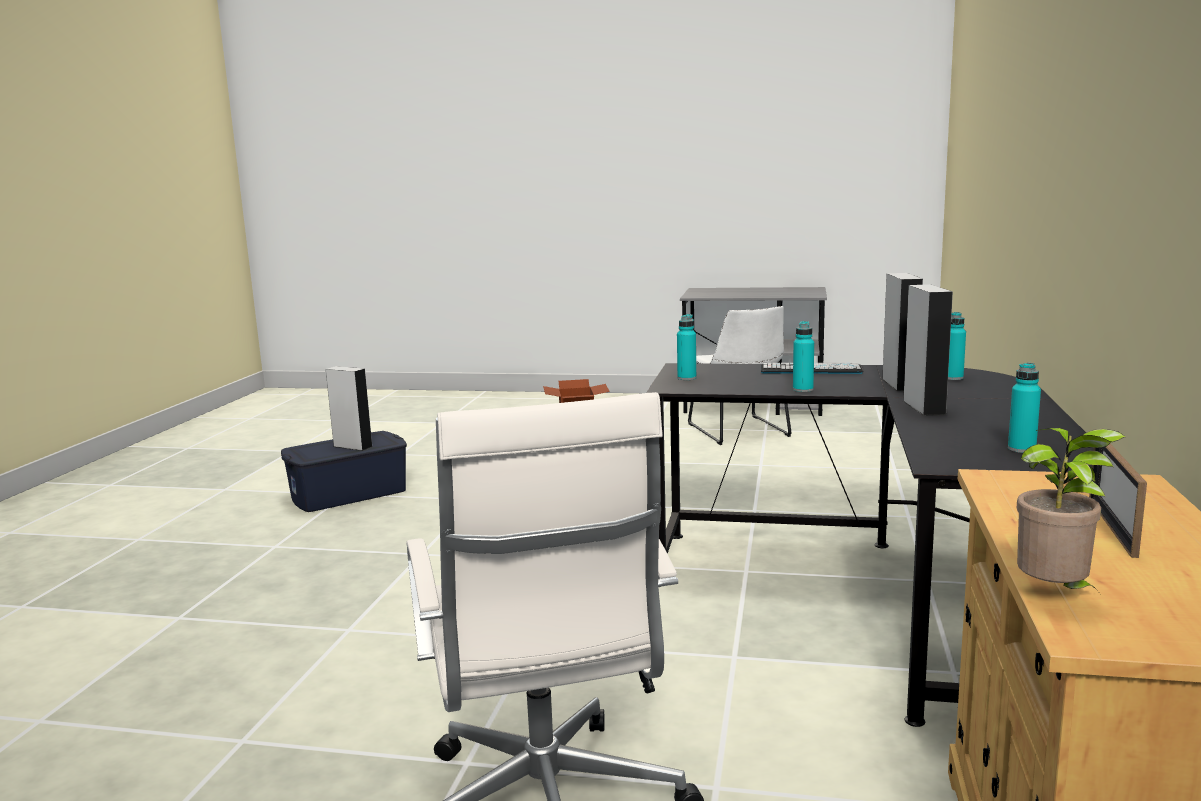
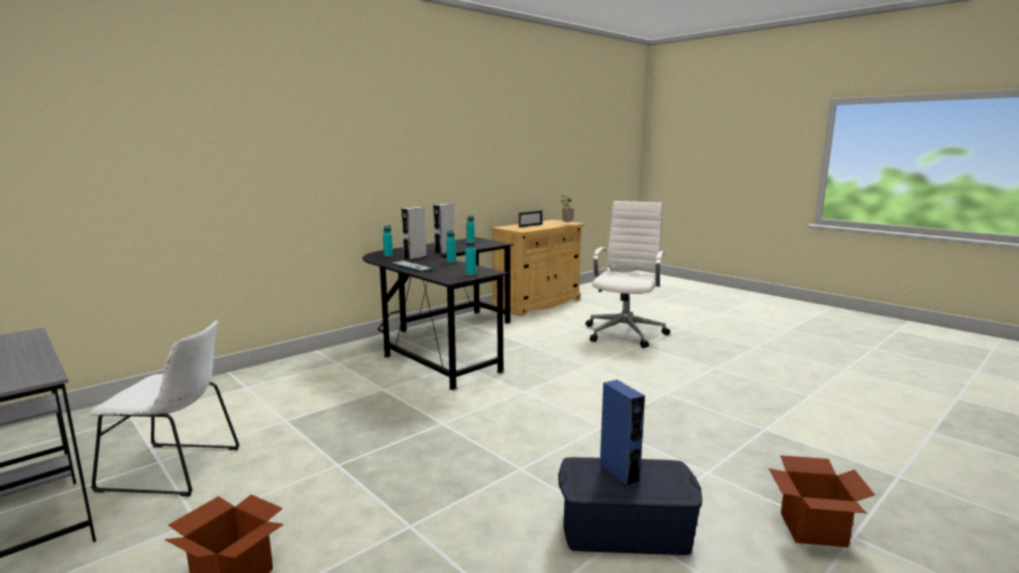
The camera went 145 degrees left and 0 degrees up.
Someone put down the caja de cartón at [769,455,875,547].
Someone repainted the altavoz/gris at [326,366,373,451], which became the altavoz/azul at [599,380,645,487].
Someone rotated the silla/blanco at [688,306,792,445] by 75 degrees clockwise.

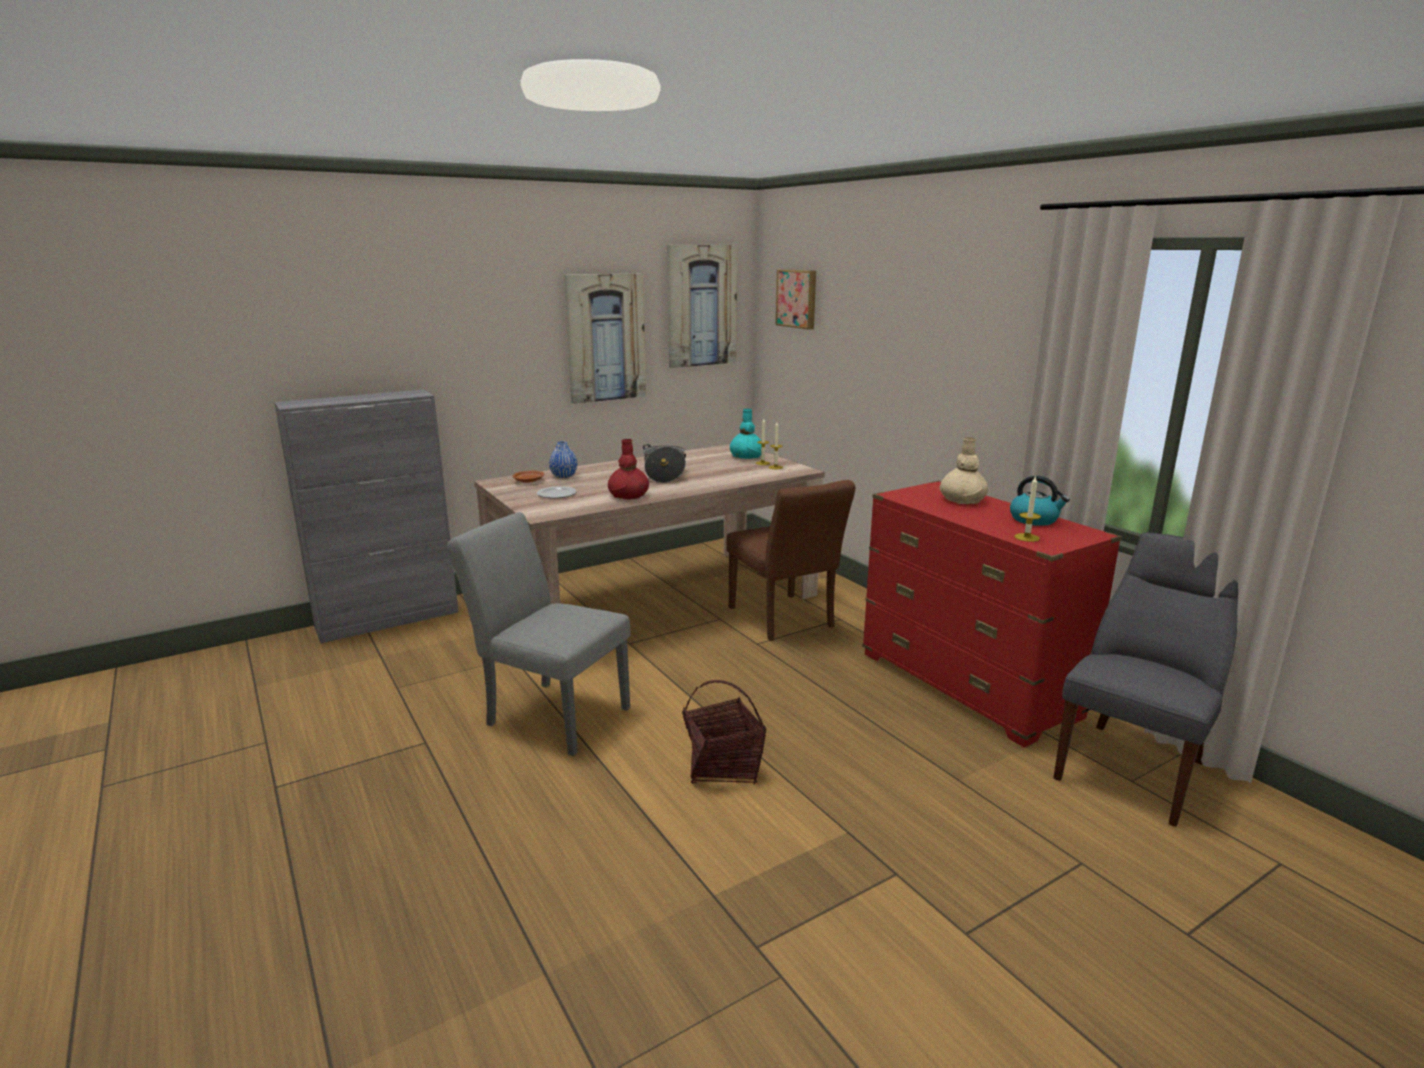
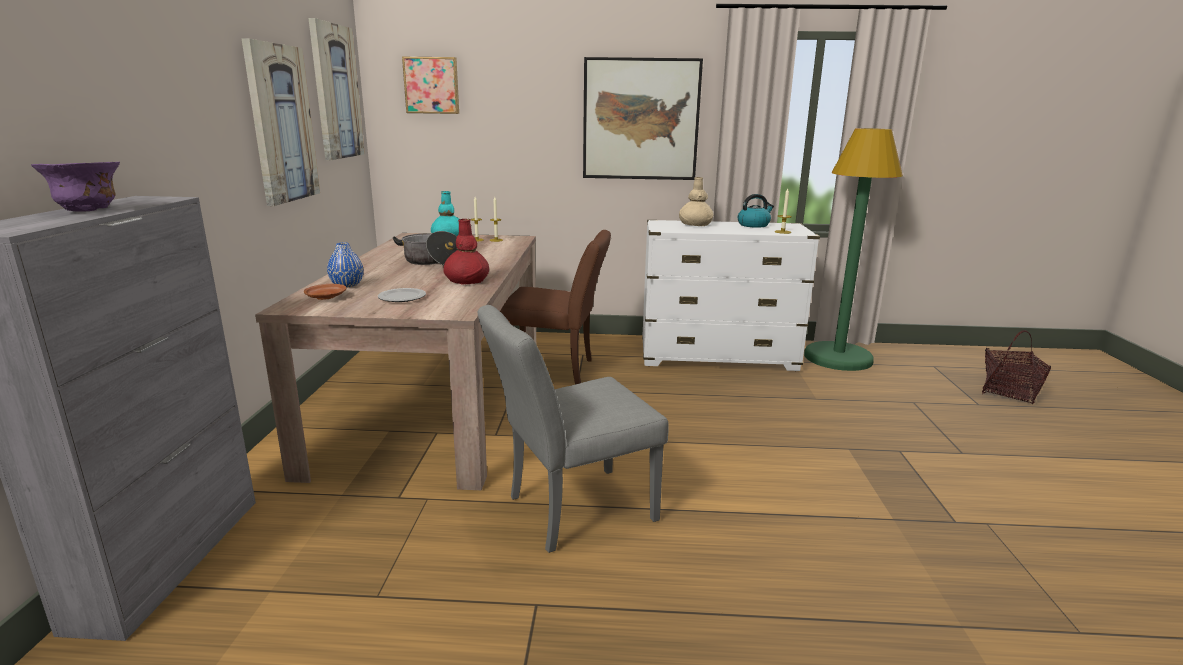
The camera went 55 degrees left and 0 degrees up.
Someone put down the cuenco/morado at [31,162,120,212].
Someone put up the cuadro at [583,57,703,180].
Someone carried the cesta from [682,680,767,785] to [982,330,1051,404].
Someone swapped the silla/gris at [1053,532,1238,827] for the lámpara de pie/verde at [804,128,903,371].
Someone repainted the cómoda/rojo at [862,481,1122,747], which became the cómoda/blanco at [642,220,820,371].

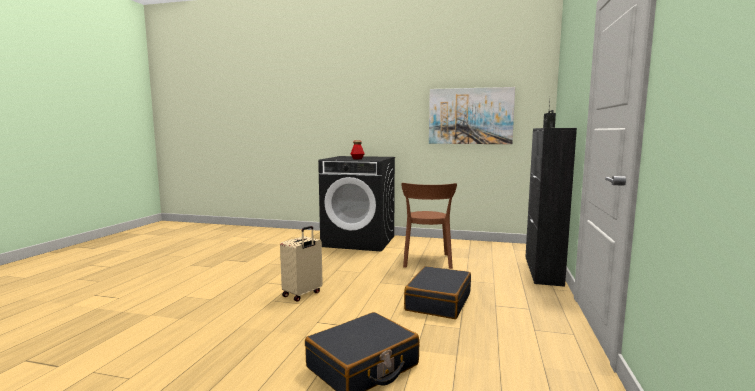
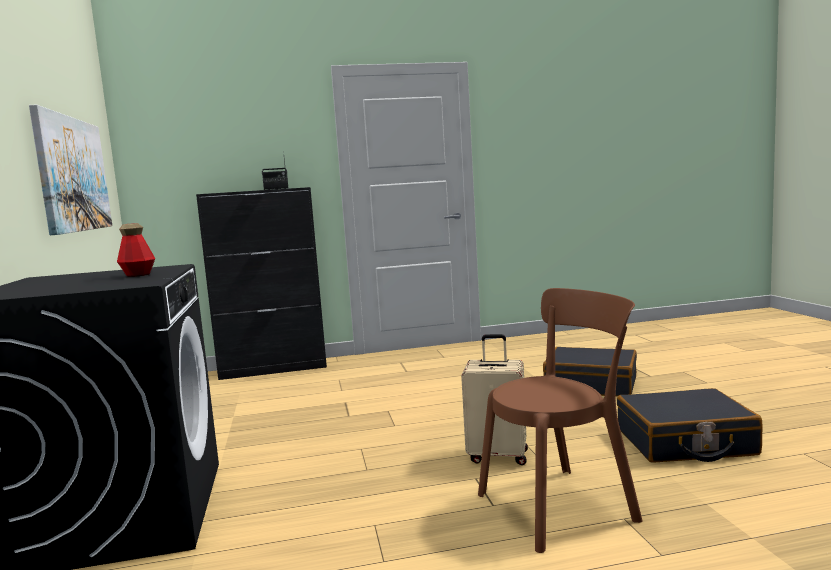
The camera went 115 degrees left and 0 degrees up.
Someone carried the silla/marrón from [401,183,457,269] to [478,288,642,553].
Someone carried the maleta/negro from [404,266,471,319] to [617,388,762,463].

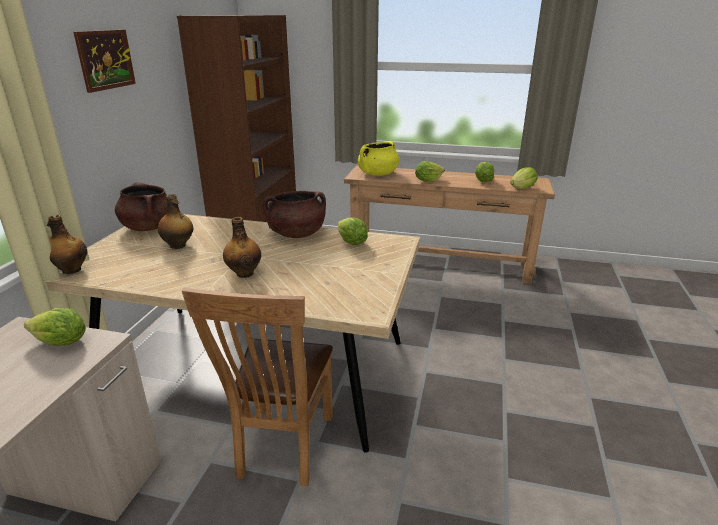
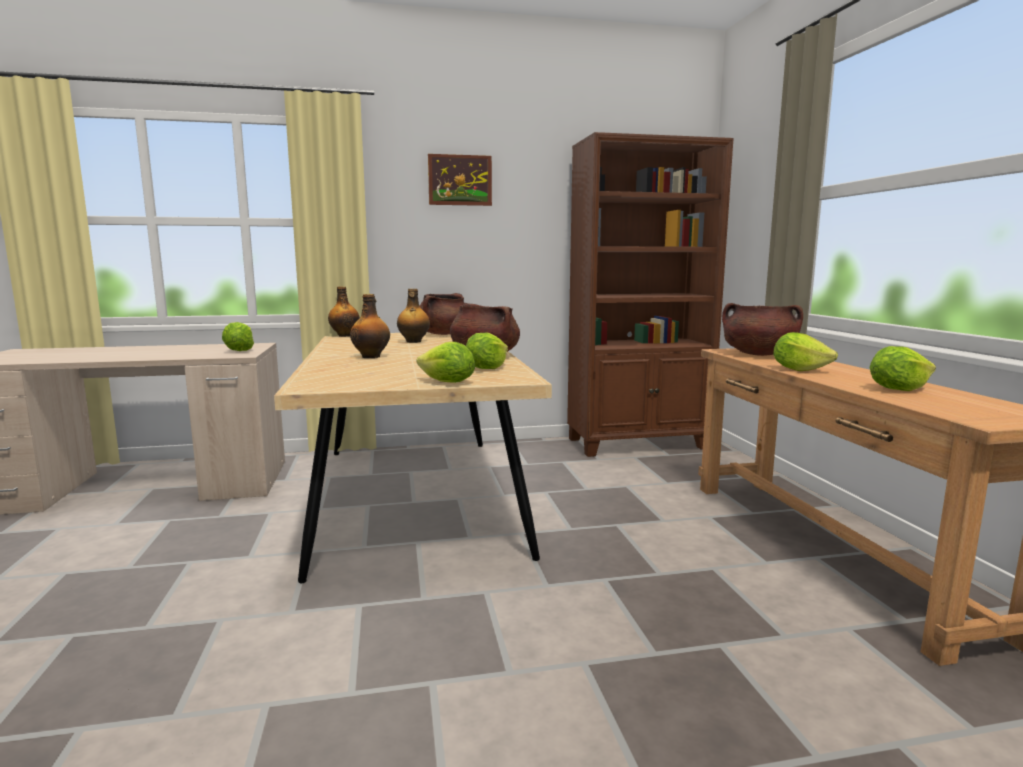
The camera went 65 degrees right and 15 degrees down.
Someone took away the silla/marrón at [182,288,333,487].
Someone carried the lechuga from [510,167,537,189] to [416,342,475,383].
Someone repainted the olla/amarillo at [358,141,399,176], which became the olla/marrón at [722,303,803,356].

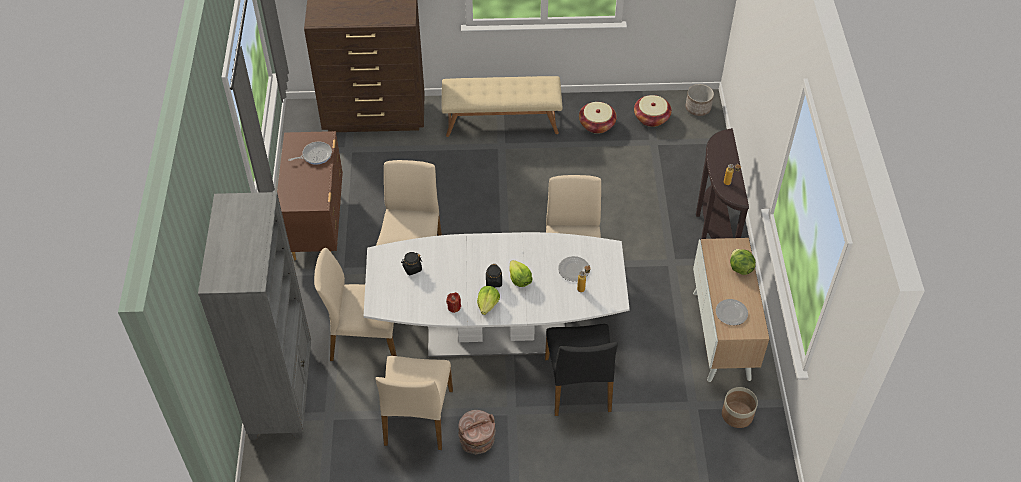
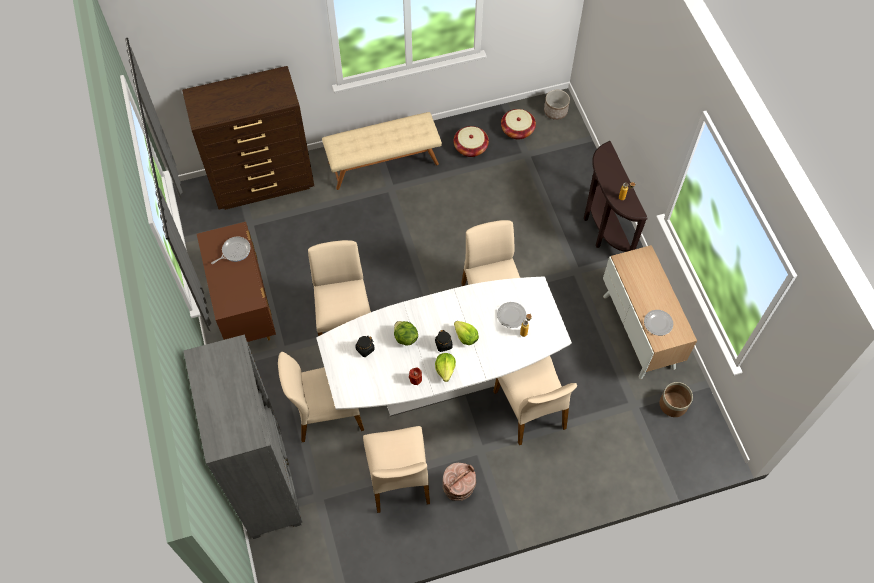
The camera went 15 degrees left and 10 degrees up.
Someone carried the lechuga from [730,249,756,275] to [394,321,418,346].
Someone repainted the silla/negro at [545,324,618,416], which became the silla/beis at [493,356,577,445].

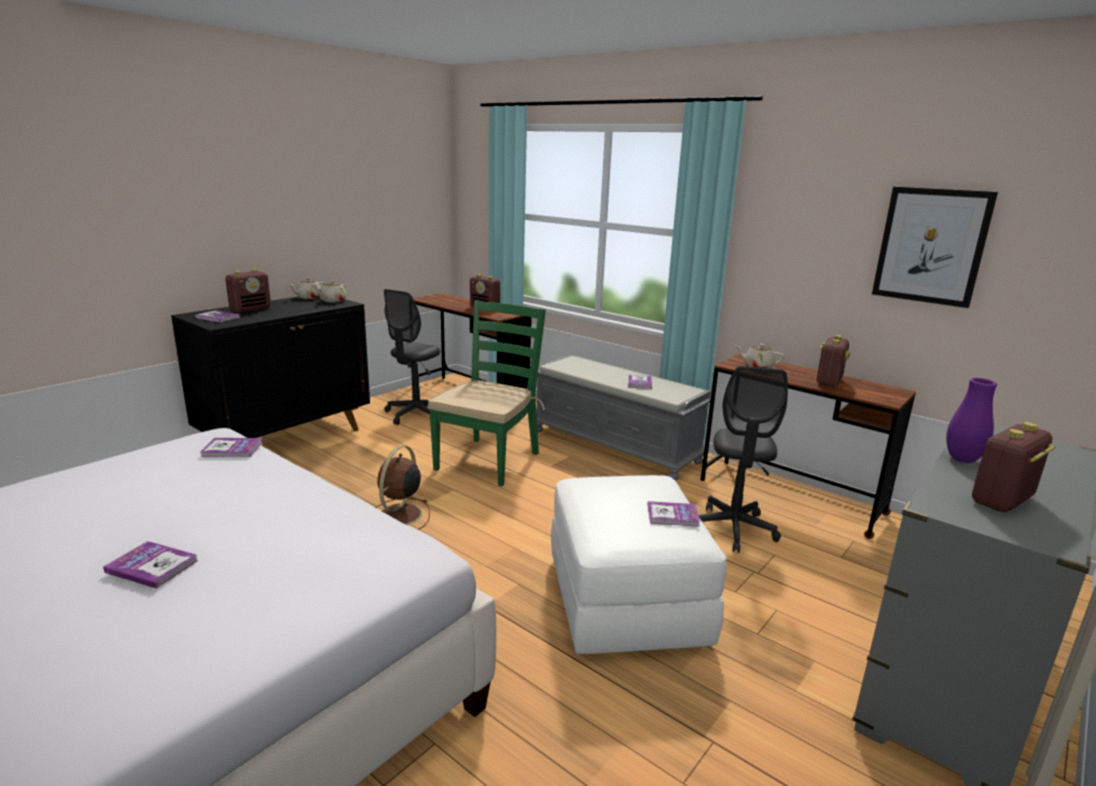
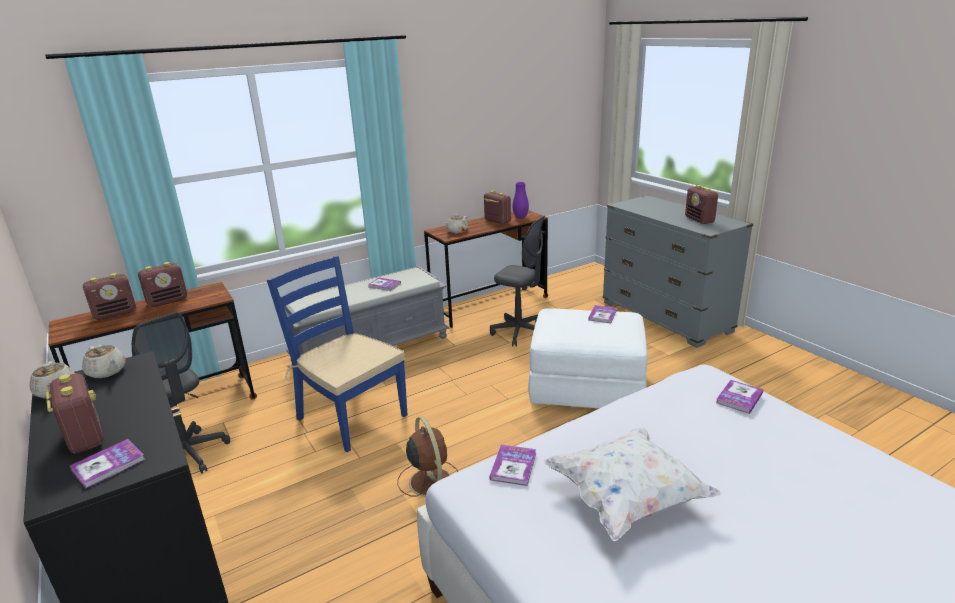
The camera went 70 degrees left and 5 degrees up.
Someone took away the cuadro at [872,187,998,308].
Someone put down the radio at [83,273,136,320].
Someone put down the cojín/blanco at [543,428,722,541].
Someone carried the libro from [103,541,198,589] to [716,380,764,414].
Someone carried the florero/morado from [946,378,997,463] to [513,182,529,219].
Someone repainted the silla/verde at [428,300,546,487], which became the silla/azul at [267,256,407,452].
Someone rotated the ventilador/marrón at [375,446,430,530] by 150 degrees counterclockwise.

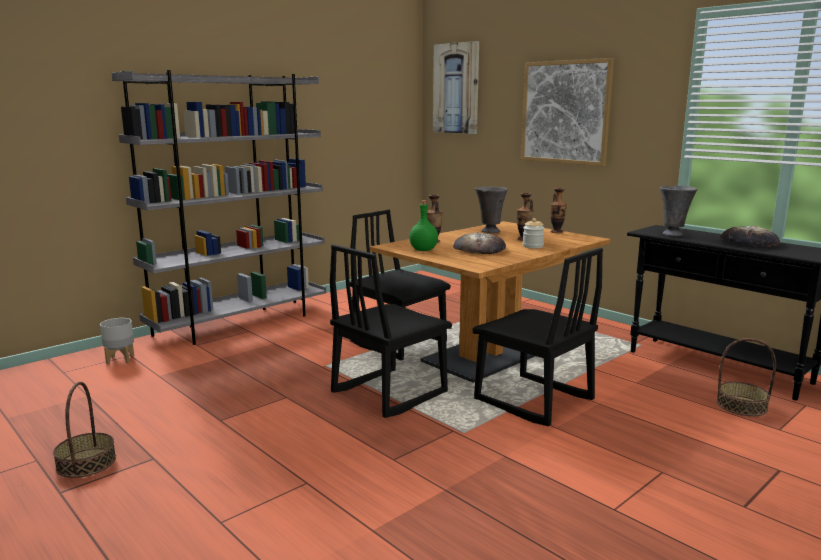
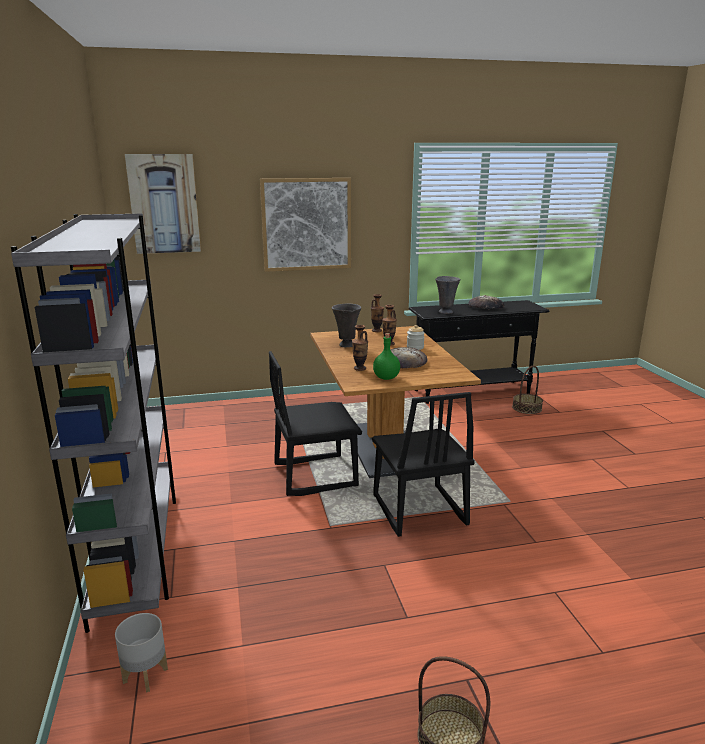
The camera went 60 degrees left and 5 degrees up.
Someone took away the silla/negro at [472,248,603,426].

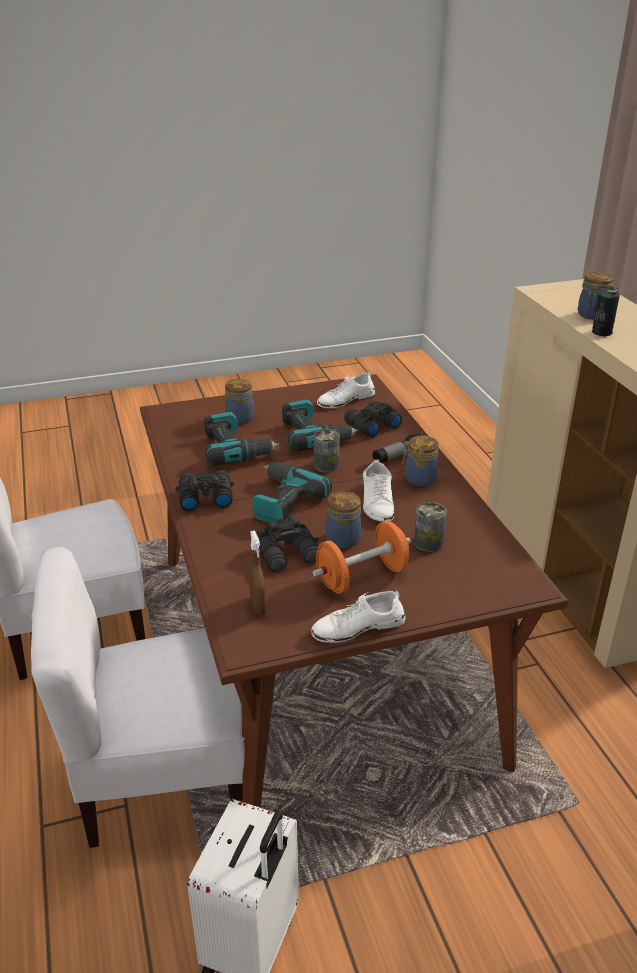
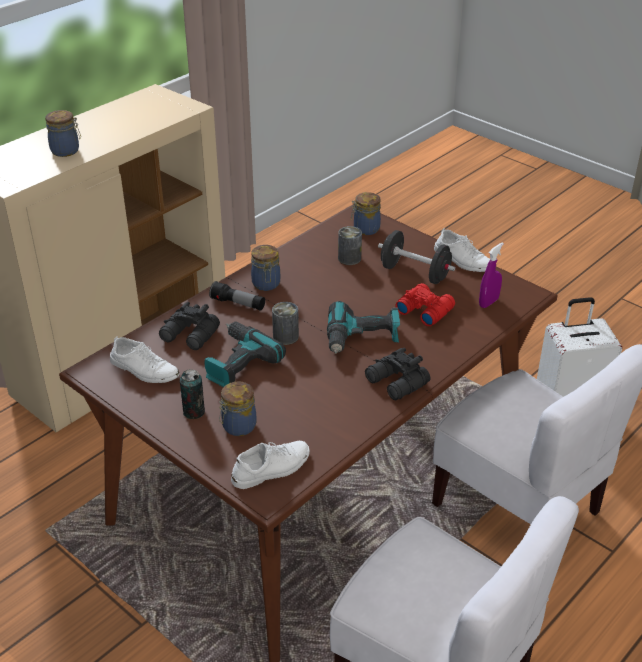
The camera went 120 degrees left and 5 degrees up.
Someone took away the taladro at [204,412,280,466].
Someone carried the tarro from [326,492,362,548] to [351,192,381,235].
Someone carried the zapato/blanco from [363,460,395,522] to [231,441,310,489].
Someone carried the lata from [592,287,620,337] to [180,369,205,419].
Someone repainted the pulverizador/marrón at [249,531,267,615], which became the pulverizador/morado at [479,242,504,308].
Someone repainted the prismáticos/negro at [256,513,319,572], which became the prismáticos/rojo at [395,283,455,326].
Someone repainted the mancuerna/naranja at [313,521,411,594], which became the mancuerna/negro at [378,230,455,284].

